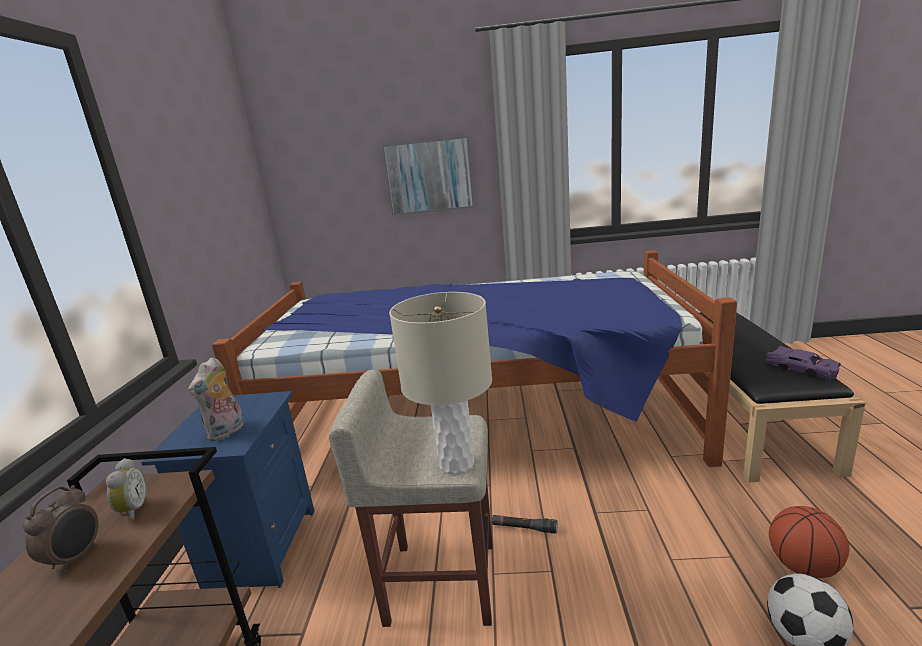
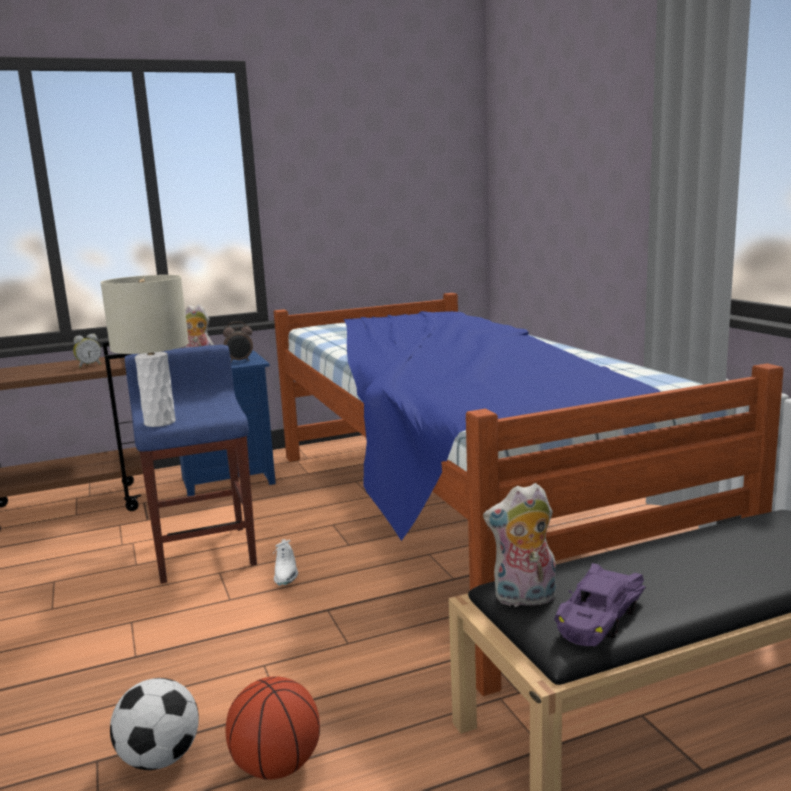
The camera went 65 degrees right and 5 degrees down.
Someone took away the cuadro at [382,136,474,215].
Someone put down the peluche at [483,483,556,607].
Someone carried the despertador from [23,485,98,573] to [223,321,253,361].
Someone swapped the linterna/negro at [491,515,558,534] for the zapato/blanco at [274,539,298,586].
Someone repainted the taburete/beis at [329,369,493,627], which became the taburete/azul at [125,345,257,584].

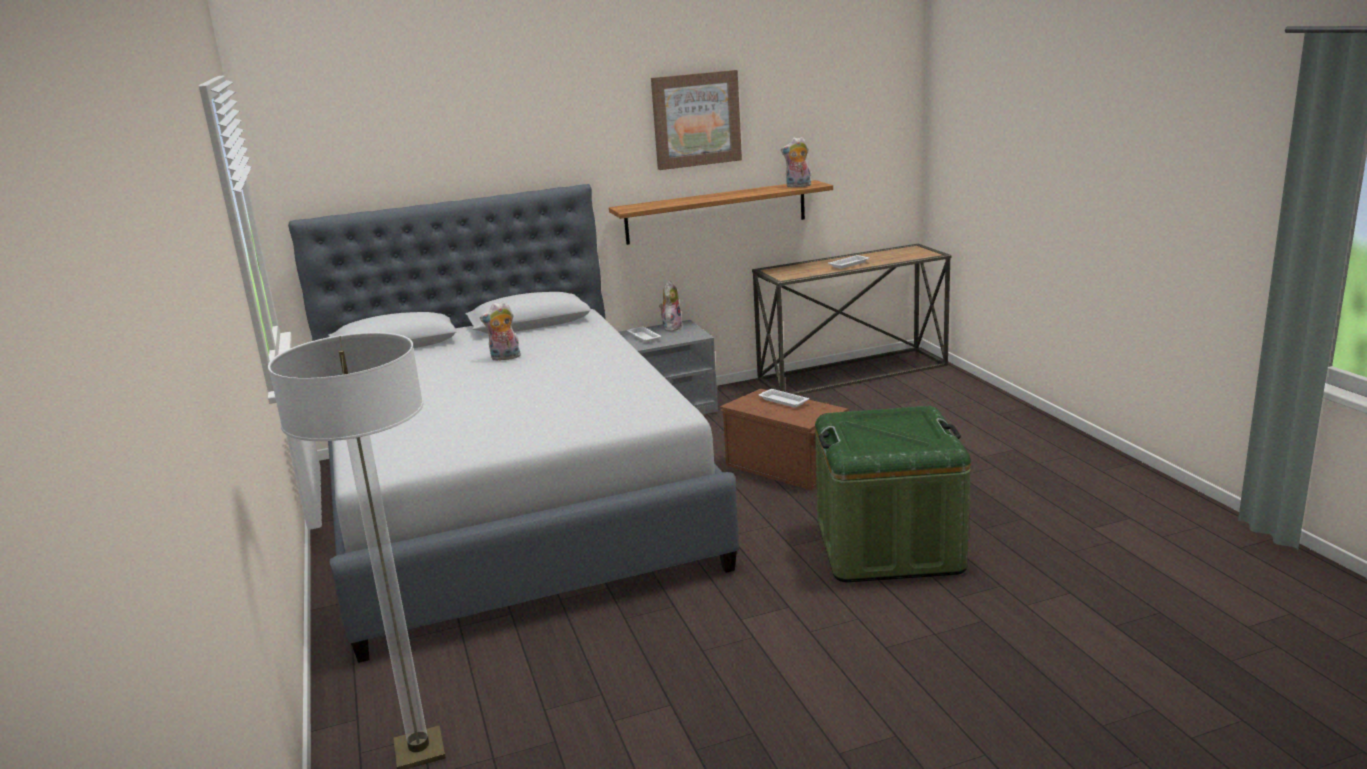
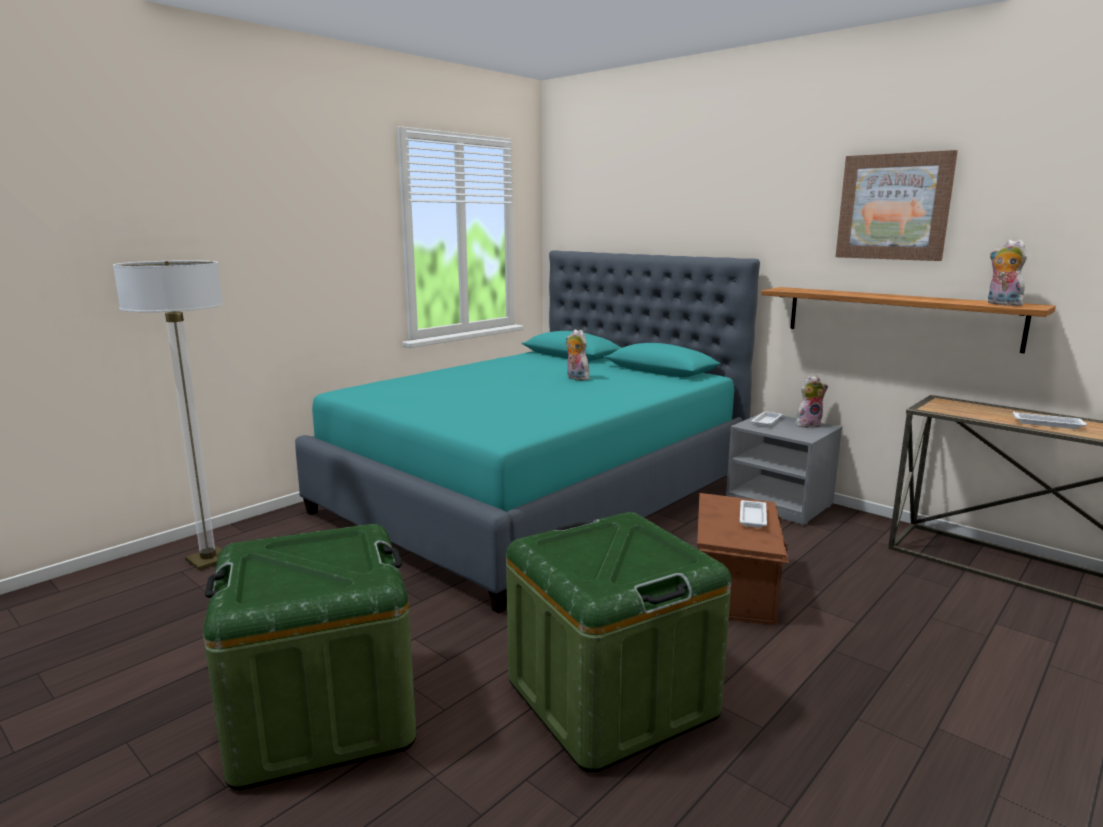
The camera went 60 degrees right and 5 degrees down.
Someone put down the caja de almacenaje/verde at [203,524,416,790].
Someone repainted the cama/gris at [288,184,739,663], which became the cama/turquesa at [295,250,760,613].

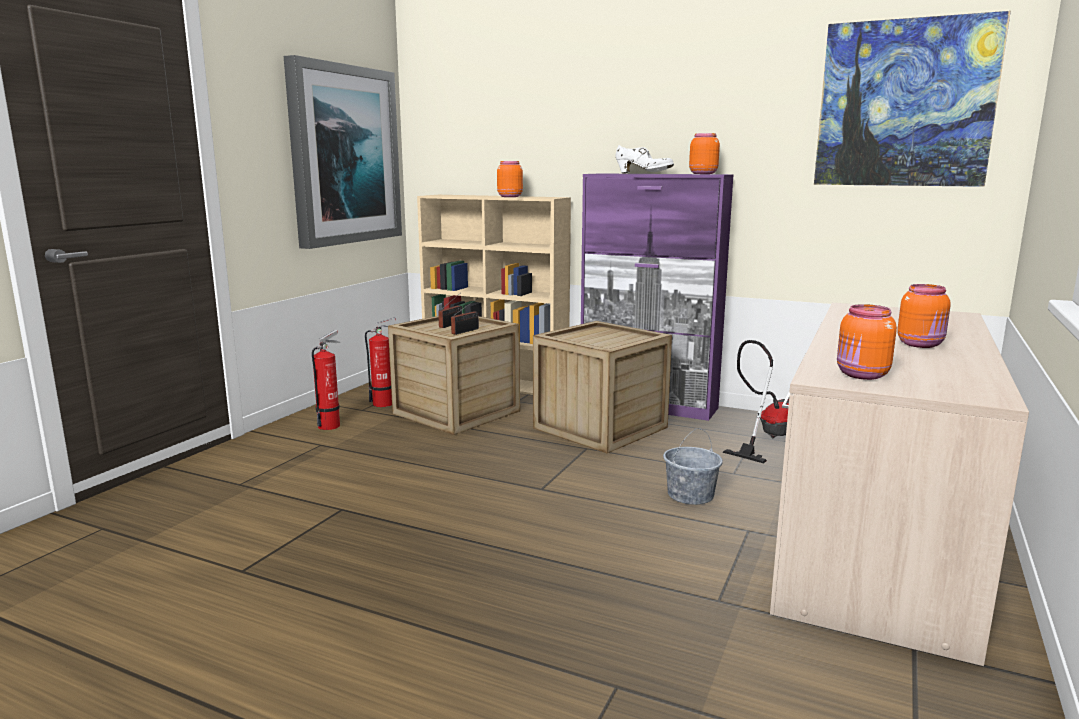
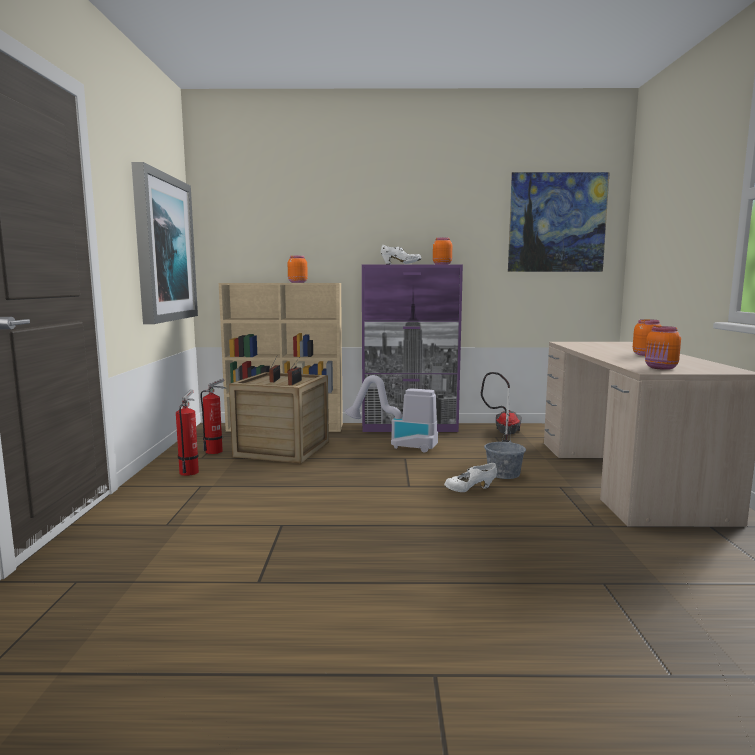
The camera went 25 degrees left and 5 degrees down.
Someone put down the zapato/blanco at [444,463,497,492].
Someone swapped the caja de embalaje at [533,321,672,453] for the aspiradora at [345,375,438,453].

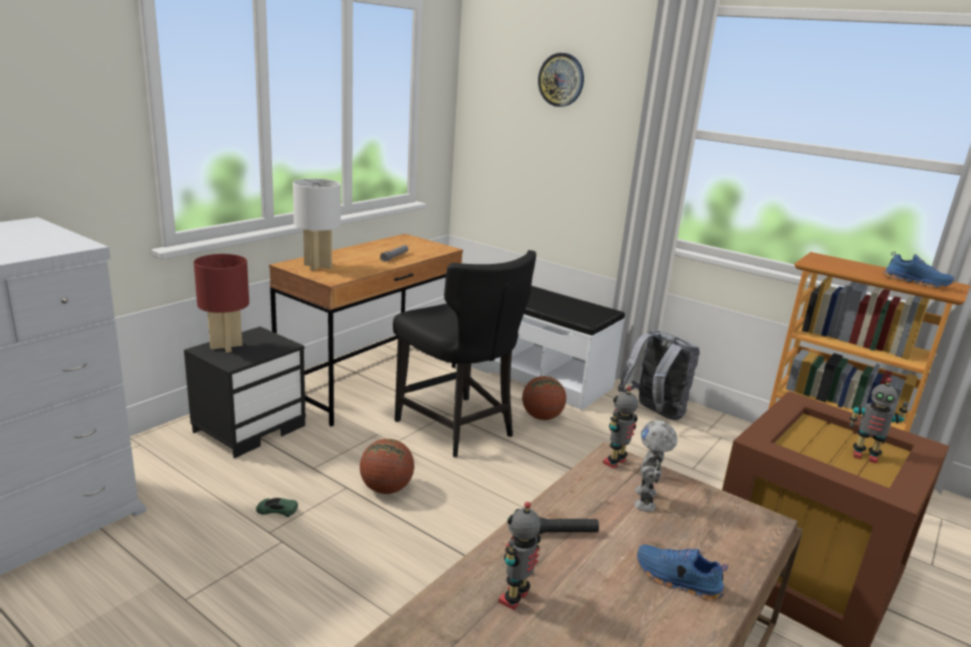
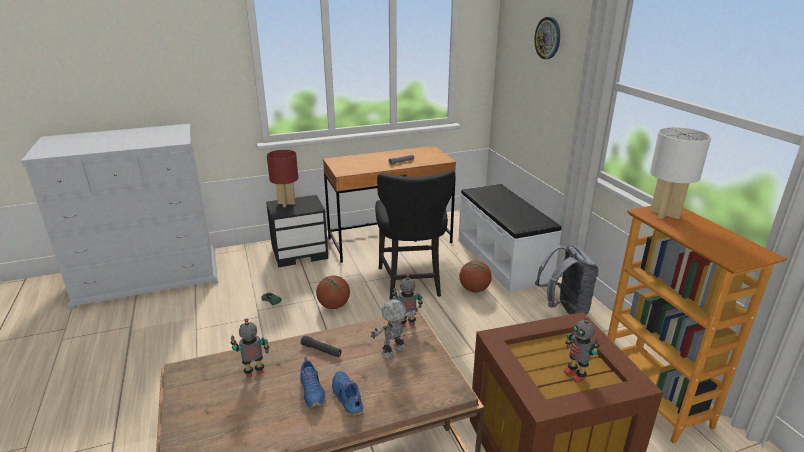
The camera went 35 degrees right and 5 degrees up.
Someone carried the lámpara de mesa/blanco from [293,179,341,271] to [650,127,711,219].
Someone carried the zapato/azul from [884,252,955,288] to [300,357,326,408].

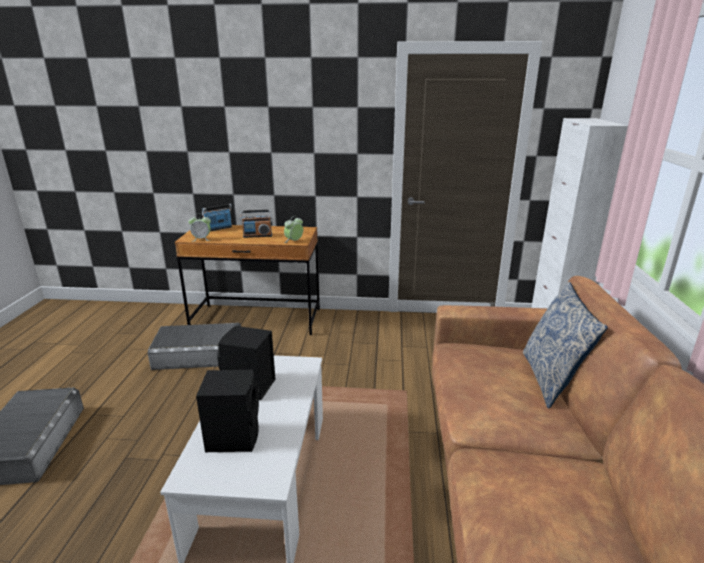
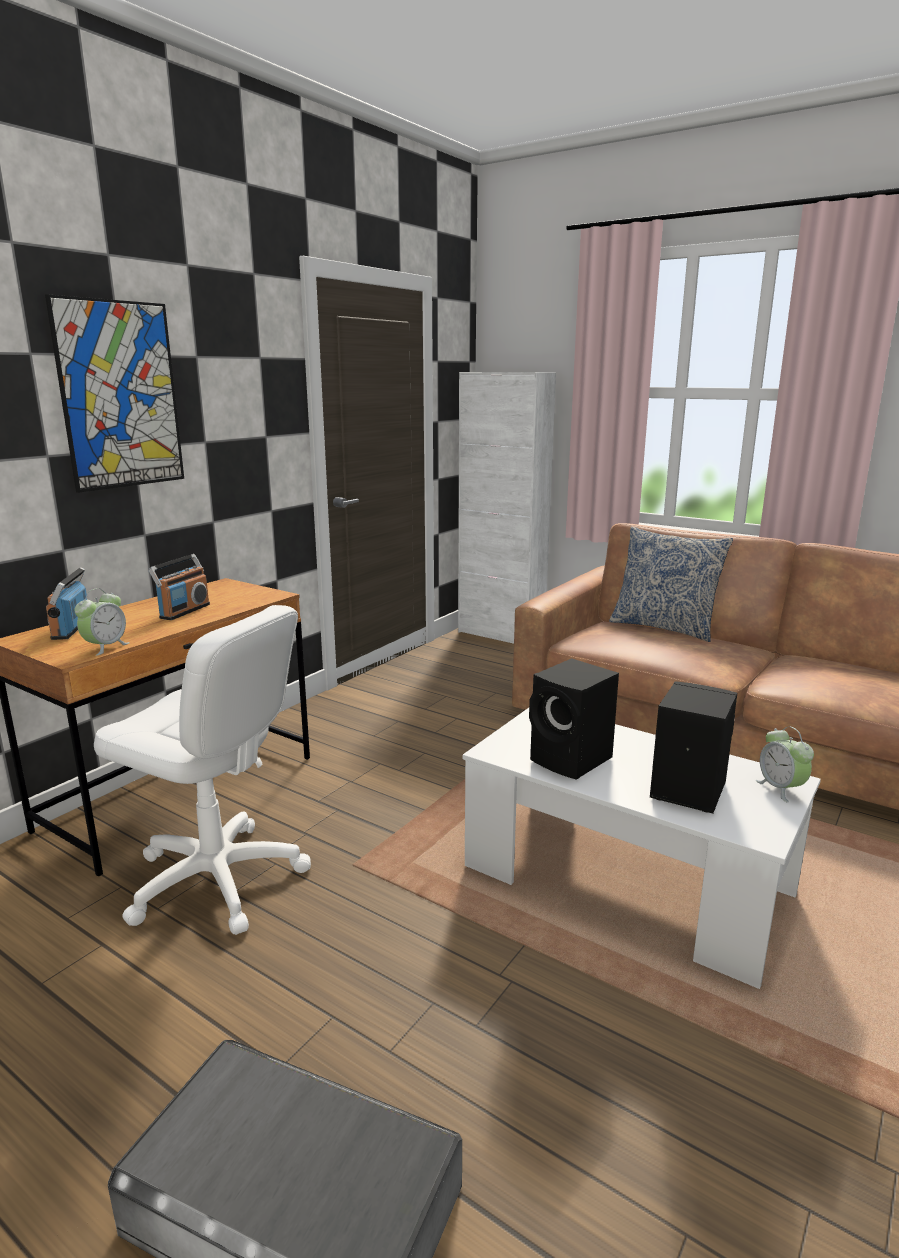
The camera went 60 degrees left and 5 degrees down.
Someone put up the cuadro at [45,294,184,493].
Someone carried the despertador from [284,216,303,243] to [755,726,814,803].
Someone swapped the caja de almacenaje/gris at [148,323,241,370] for the silla de oficina/blanco at [94,605,311,935].

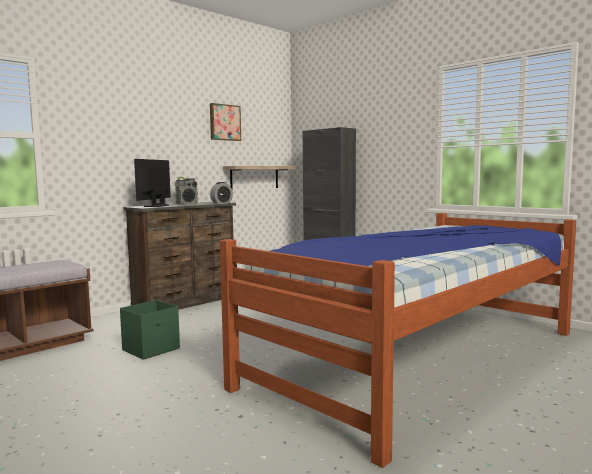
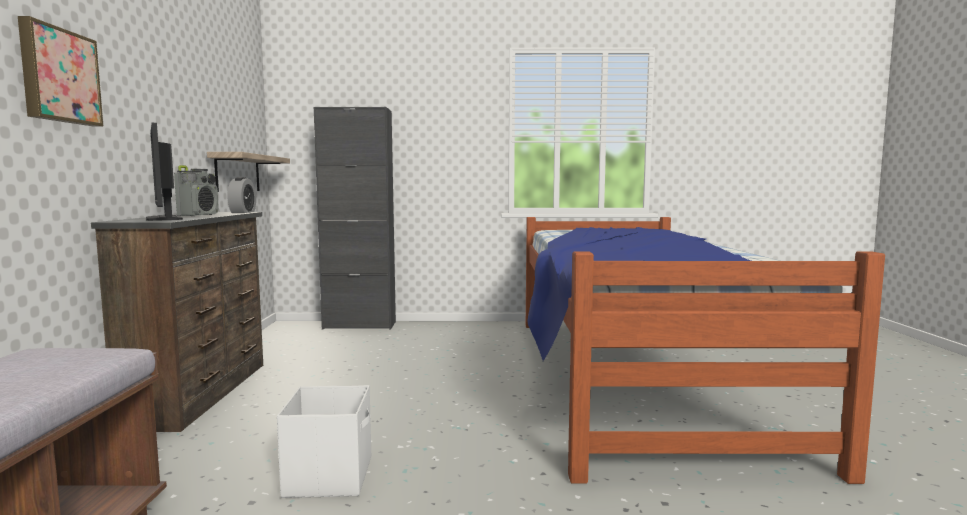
The camera went 45 degrees left and 0 degrees up.
Someone carried the cuadro from [210,103,241,141] to [18,16,104,127].
Someone repainted the caja de almacenaje/verde at [120,300,180,360], which became the caja de almacenaje/blanco at [277,385,371,498].

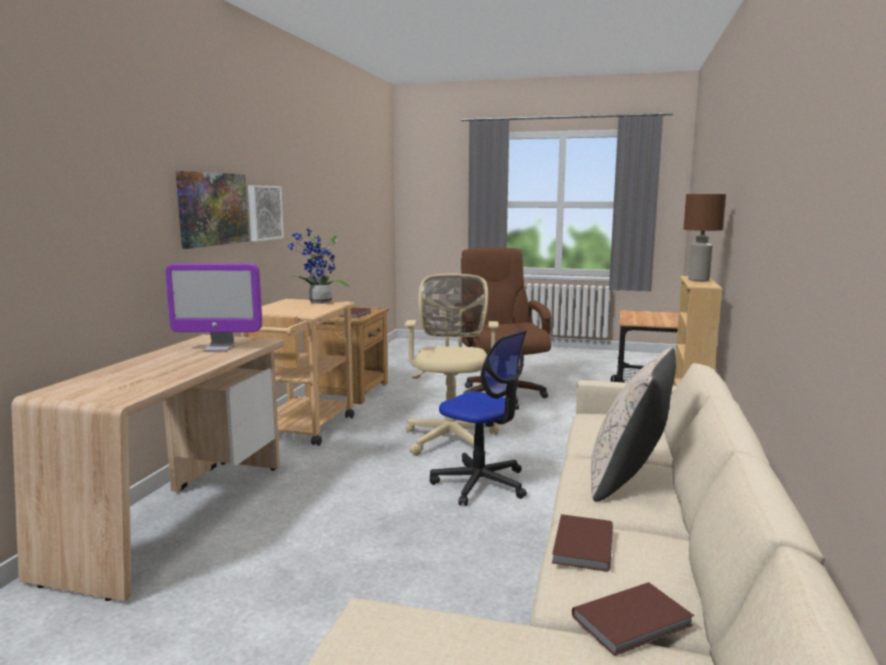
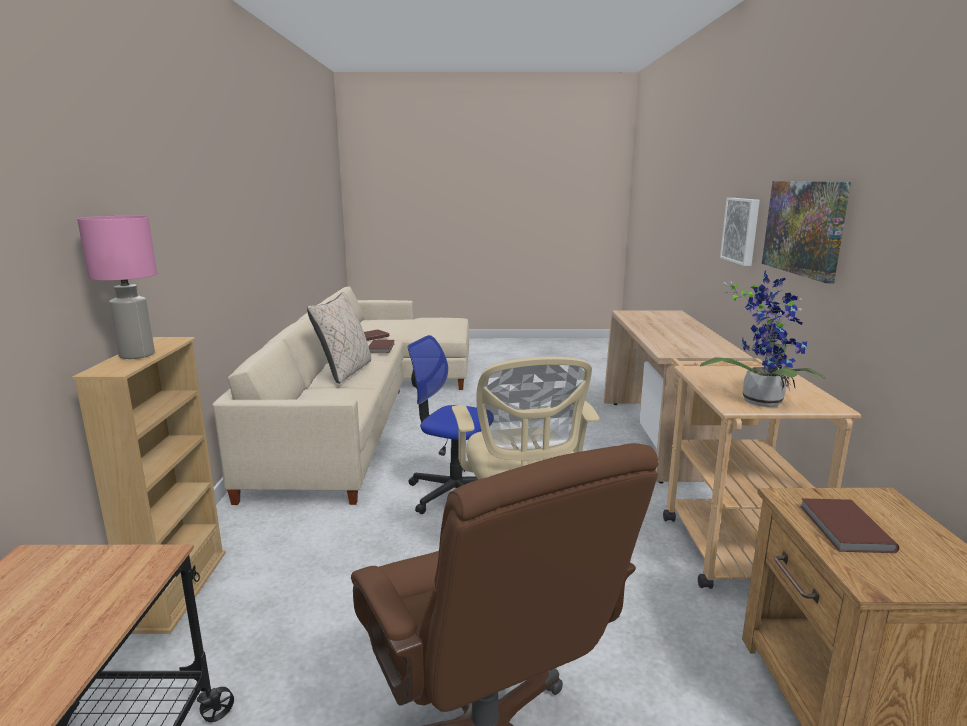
The camera went 165 degrees right and 5 degrees up.
Someone took away the monitor at [165,263,262,351].
Someone carried the cuadro from [248,185,284,242] to [720,198,760,266].
Someone repainted the lámpara de mesa/marrón at [684,194,726,281], which became the lámpara de mesa/rosa at [77,216,157,359].

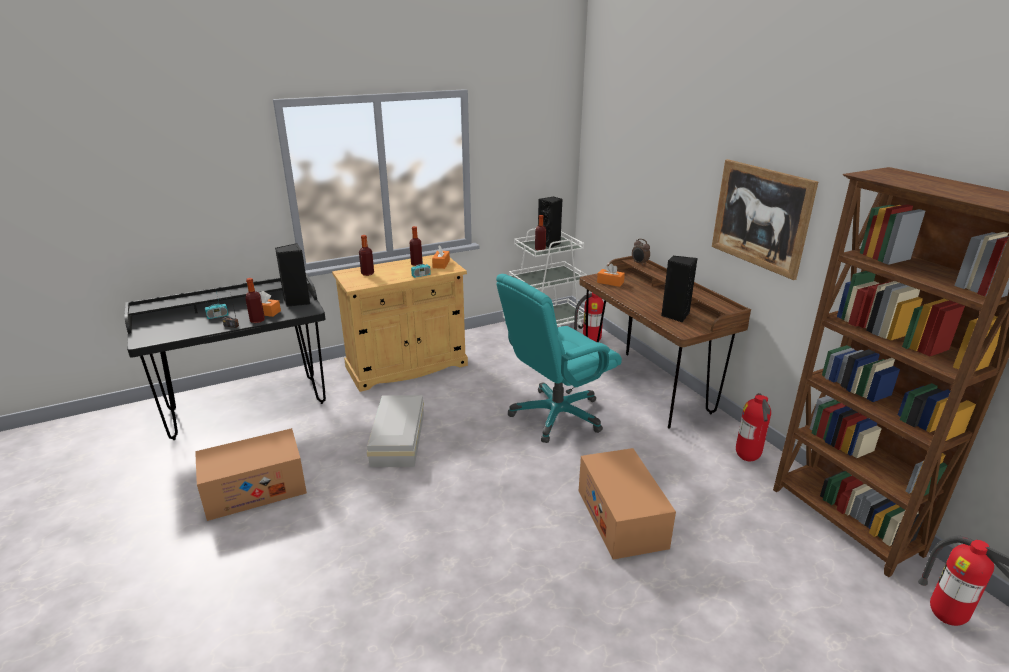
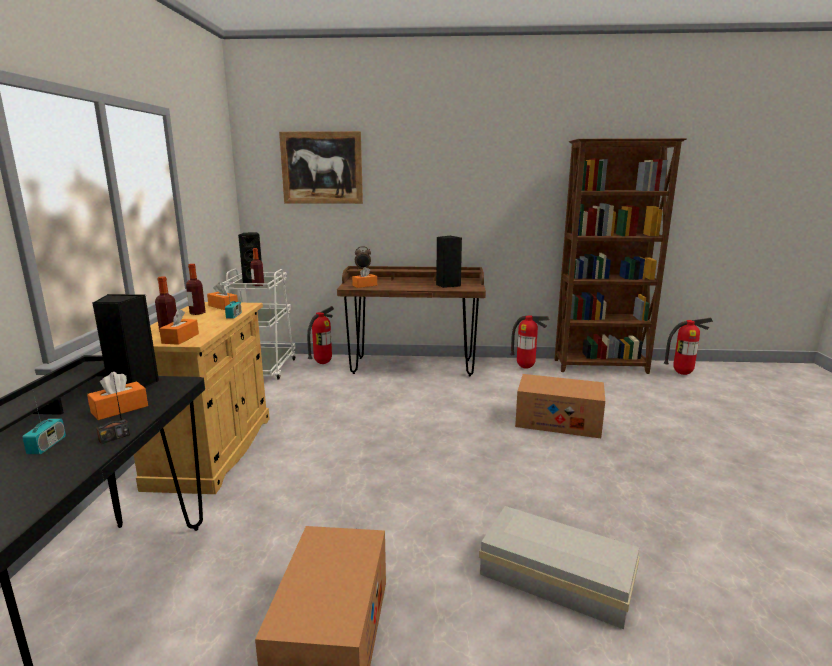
The camera went 60 degrees left and 10 degrees down.
Someone took away the botella at [245,278,265,323].
Someone took away the silla de oficina/turquesa at [496,274,622,443].
Someone put down the caja de pañuelos/naranja at [159,309,199,345].
Someone carried the caja de almacenaje/blanco from [367,395,424,467] to [479,506,640,629].
Someone carried the cuadro from [712,159,818,280] to [279,131,363,204].

